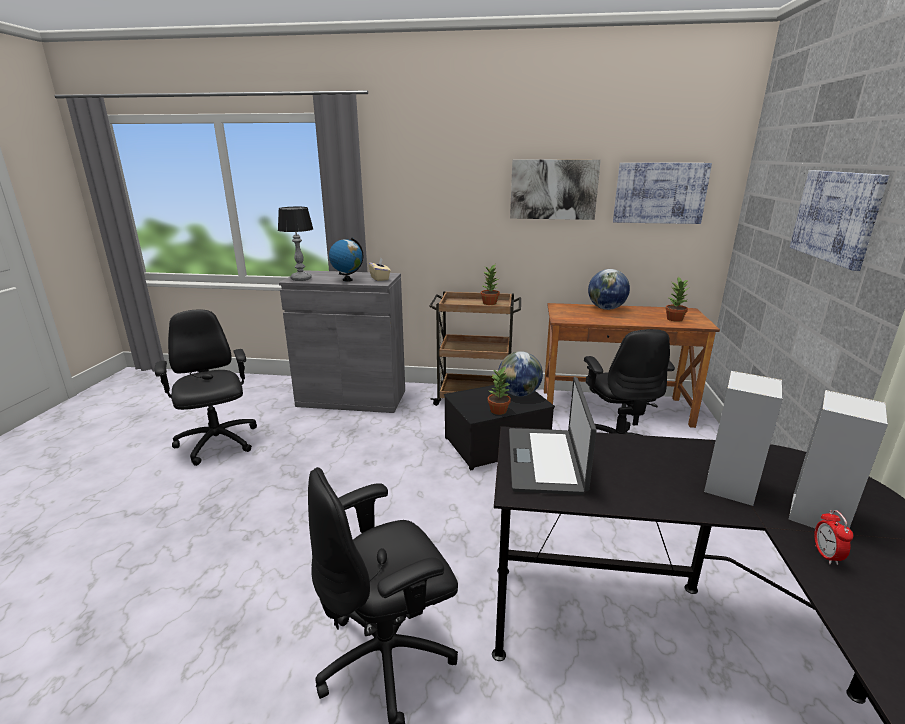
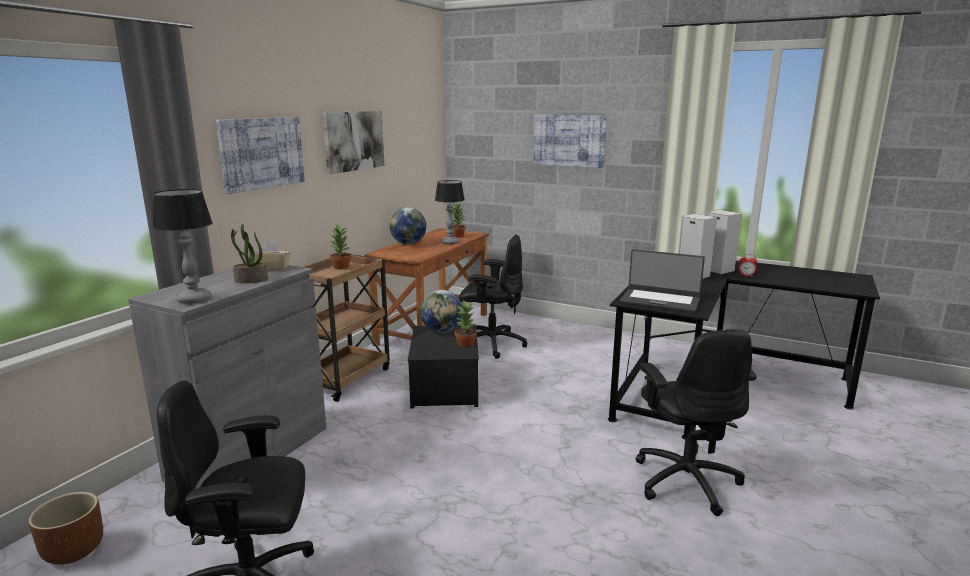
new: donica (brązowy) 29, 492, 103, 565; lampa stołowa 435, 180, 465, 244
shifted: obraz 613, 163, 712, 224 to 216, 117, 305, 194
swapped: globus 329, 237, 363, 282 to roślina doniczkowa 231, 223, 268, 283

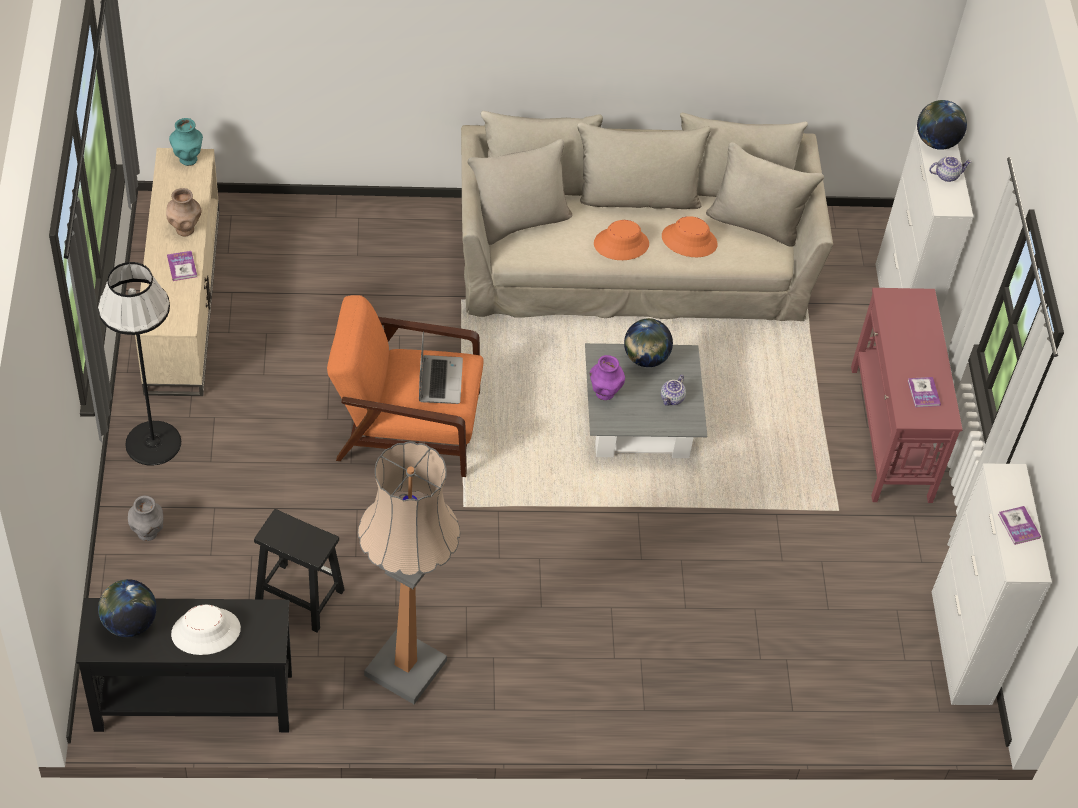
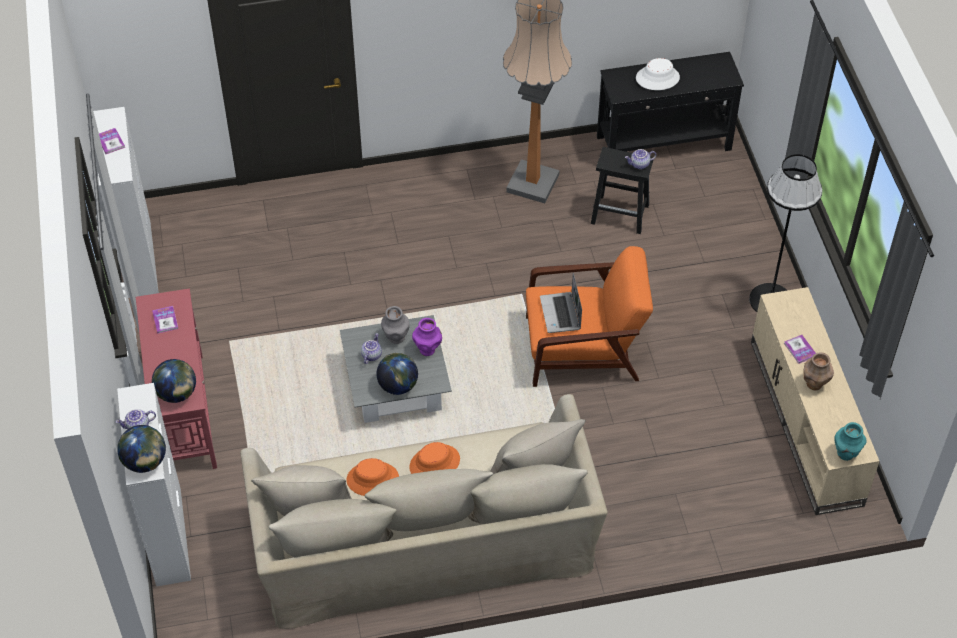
new: imbryk 625, 149, 656, 169
shifted: globus 98, 579, 157, 637 to 152, 359, 196, 403; wazon (szary) 128, 495, 163, 541 to 381, 306, 410, 344

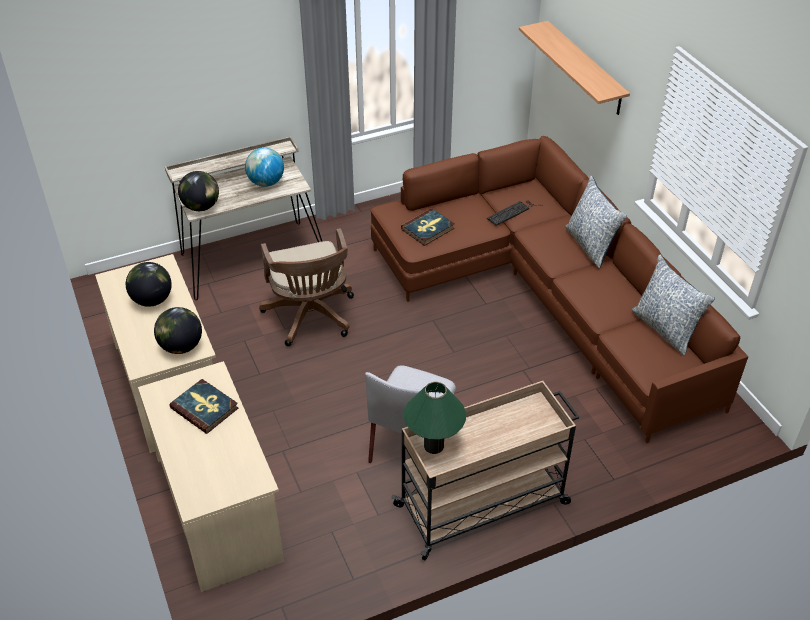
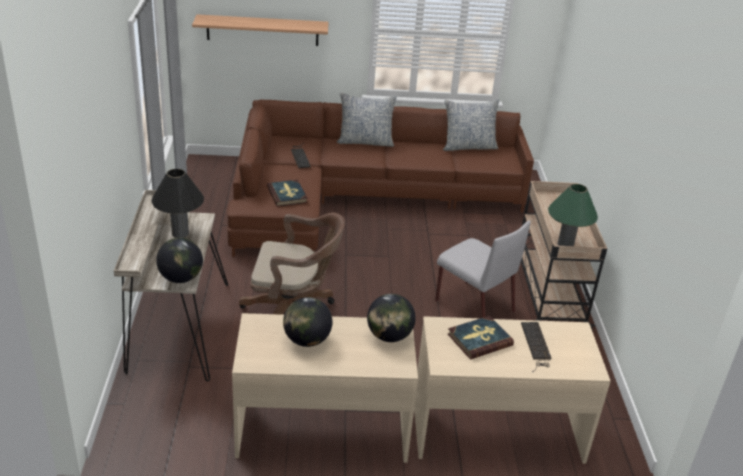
new: klawiatura 521, 322, 552, 372
swapped: globus 245, 148, 284, 187 to lampa stołowa (czarny) 151, 169, 204, 238

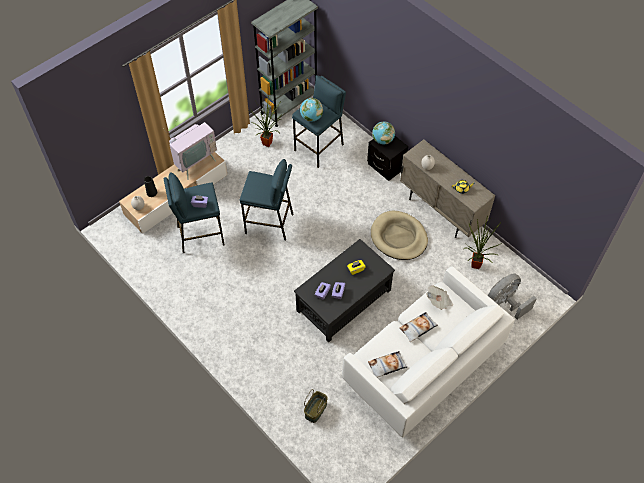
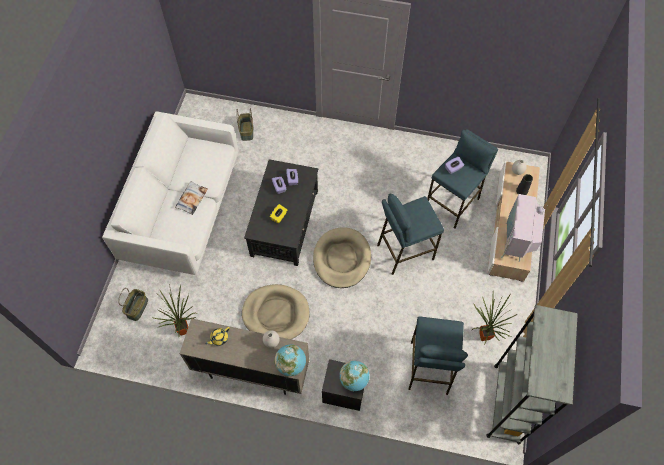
gone: poduszka 368, 351, 407, 378; gazeta 426, 286, 453, 310
new: legowisko (beżowy) 313, 227, 371, 288
shifted: globus 300, 98, 323, 122 to 275, 344, 306, 376
swapped: wentylator (szary) 488, 273, 537, 320 to koszyk 118, 288, 148, 321

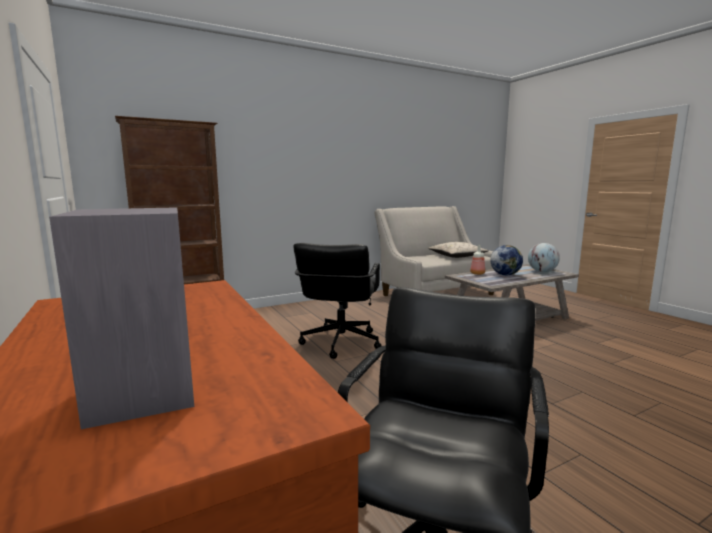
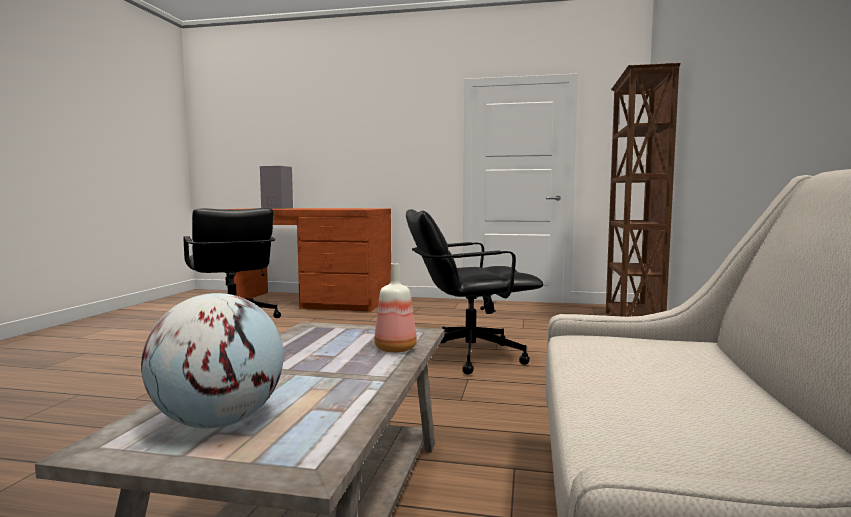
gone: poduszka (beżowy) 428, 242, 488, 258; globus 490, 245, 523, 275
rotated: krzesło biurowe (czarny) 293, 243, 382, 359 = 406, 209, 543, 375 60 degrees counterclockwise

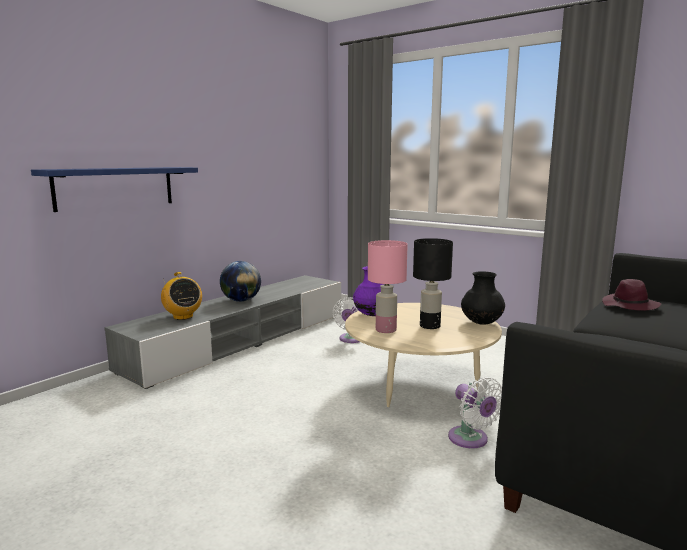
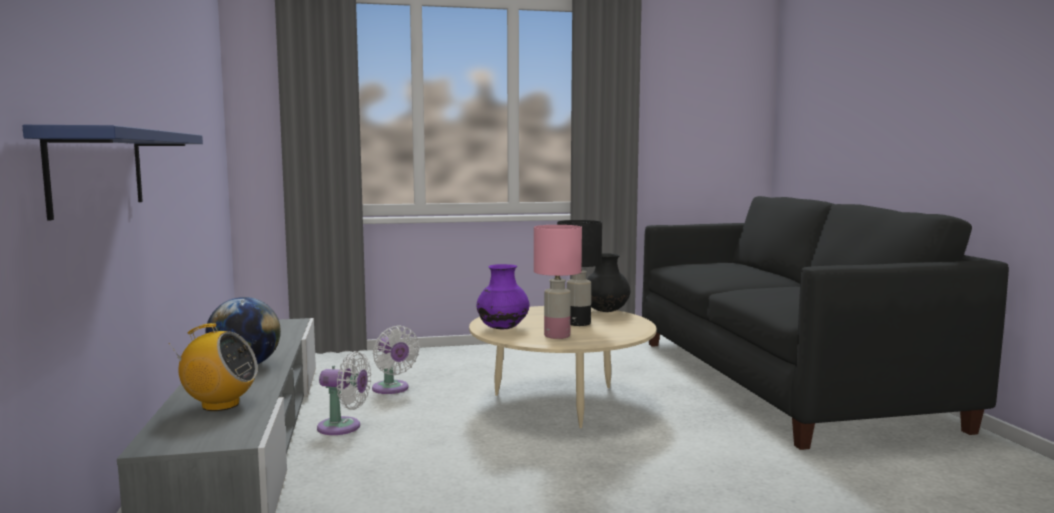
gone: kapelusz (fioletowy) 602, 279, 661, 311
shifted: wentylator (biały) 448, 377, 502, 448 to 317, 351, 372, 435

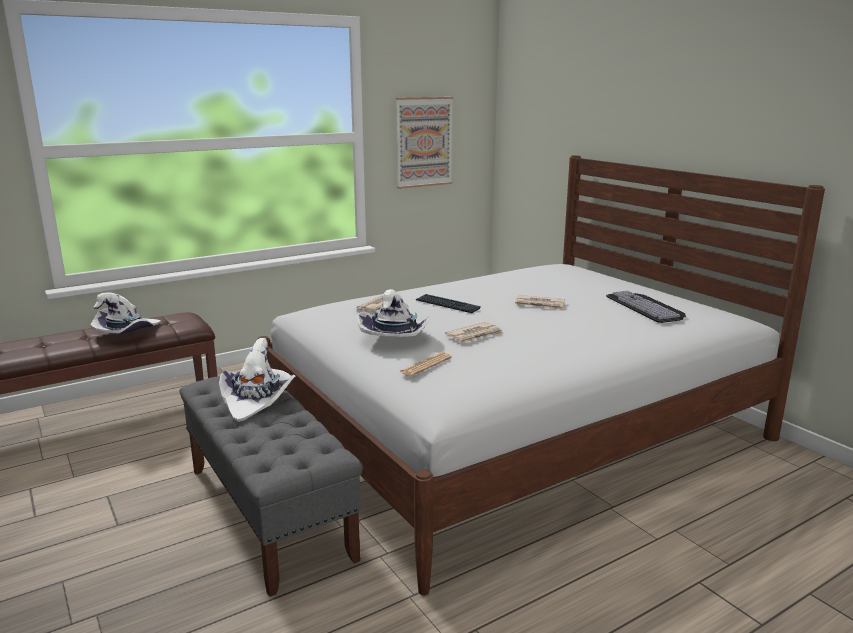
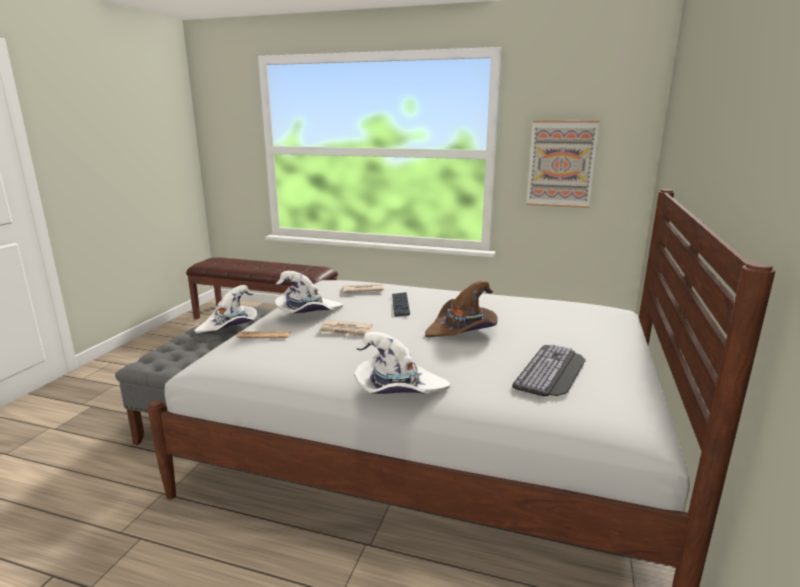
shifted: kapelusz (biały) 91, 292, 161, 333 to 355, 332, 450, 394
swapped: gazeta 515, 295, 565, 310 to kapelusz (brązowy) 425, 281, 497, 338

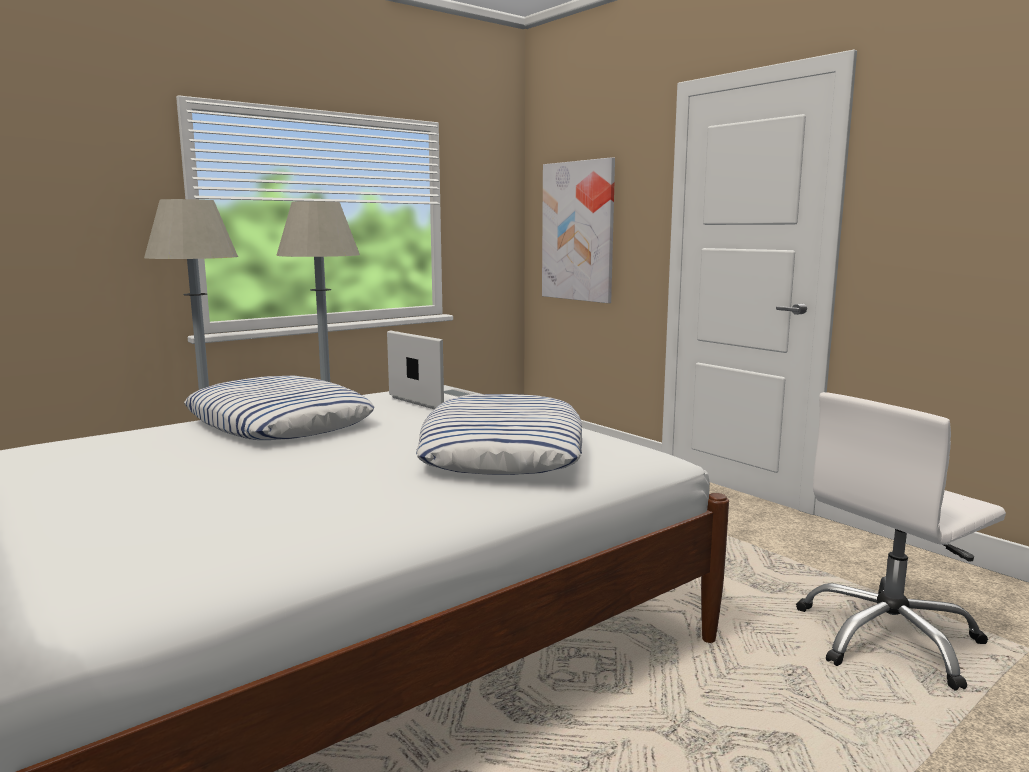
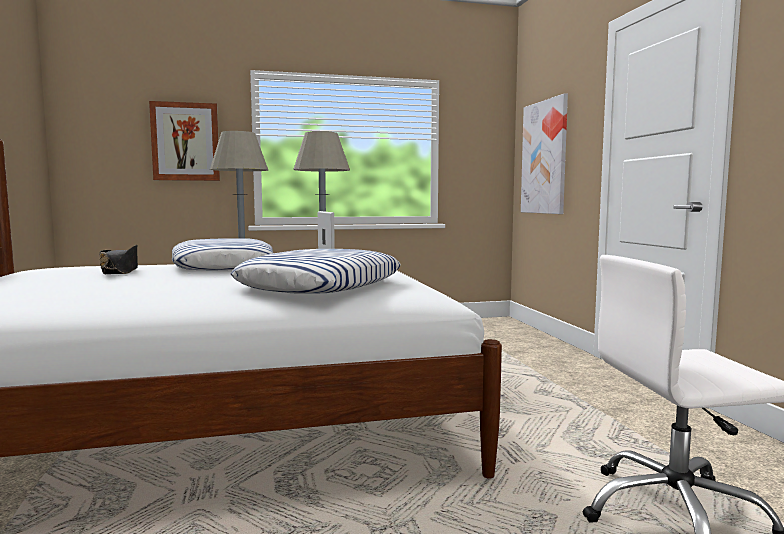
new: kapelusz (czarny) 100, 245, 138, 274; obraz 149, 101, 220, 181

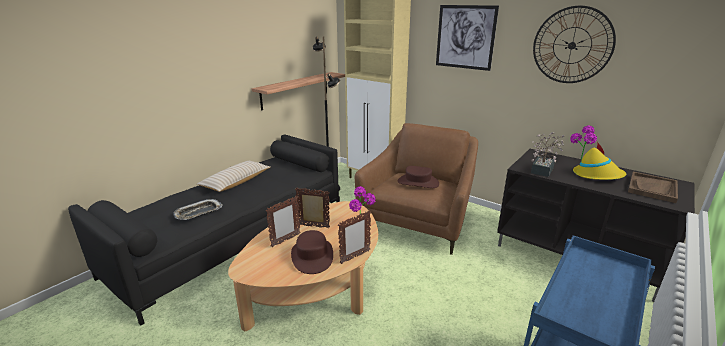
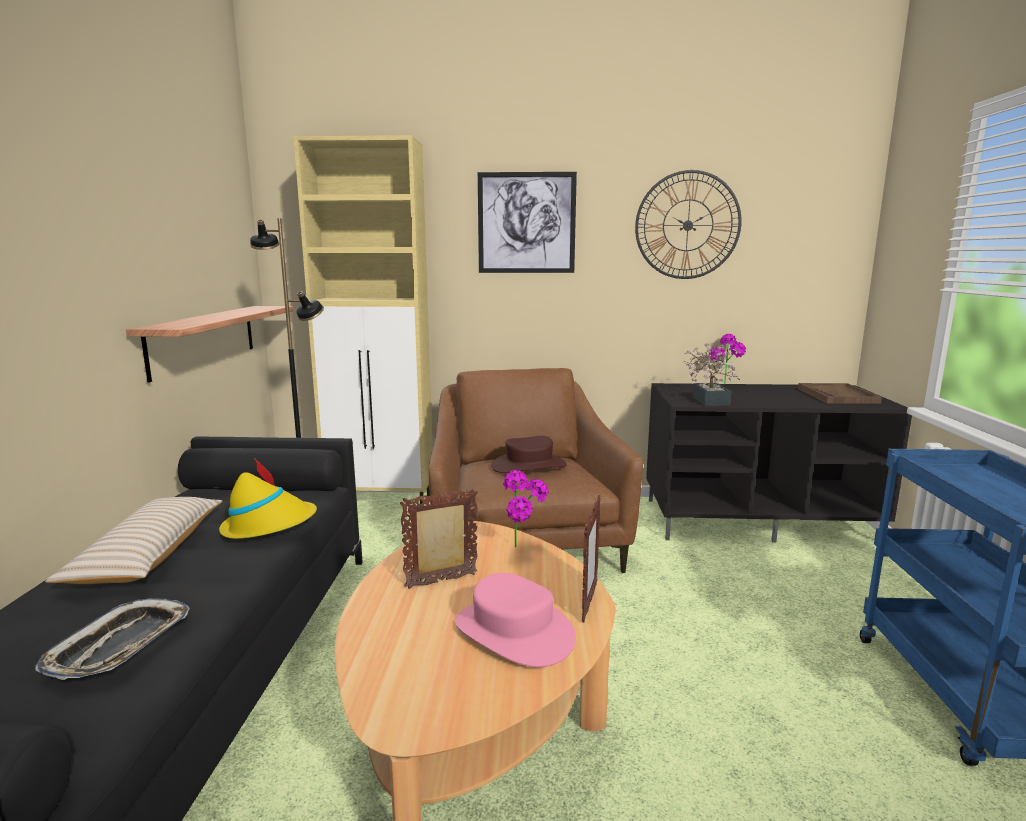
gone: ramka na zdjęcie 266, 196, 301, 247
shifted: kapelusz (żółty) 573, 142, 626, 180 to 219, 458, 317, 539
repainted: kapelusz (brązowy) 291, 230, 333, 274 to kapelusz (różowy) 455, 573, 576, 667

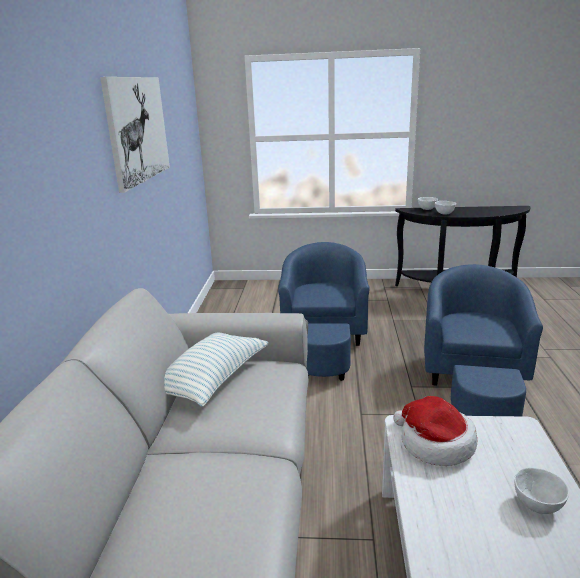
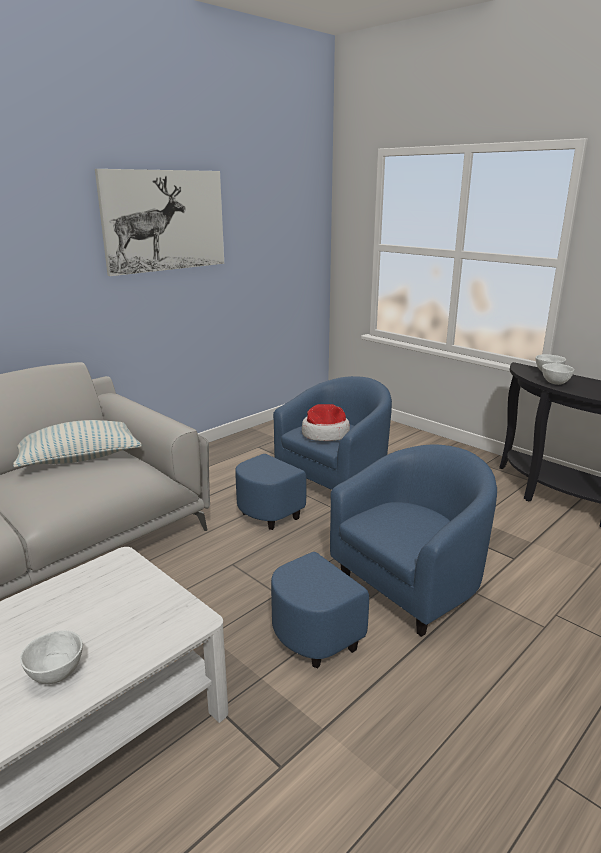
shifted: kapelusz 393, 396, 477, 466 to 302, 404, 350, 441

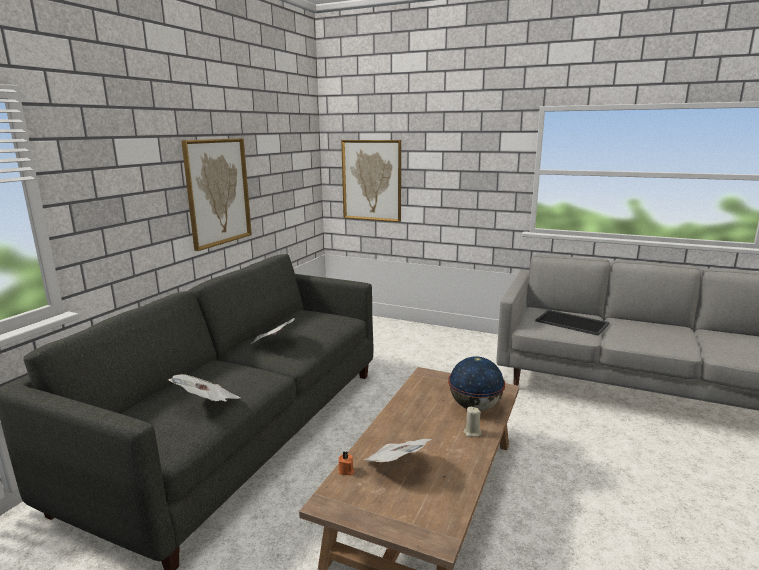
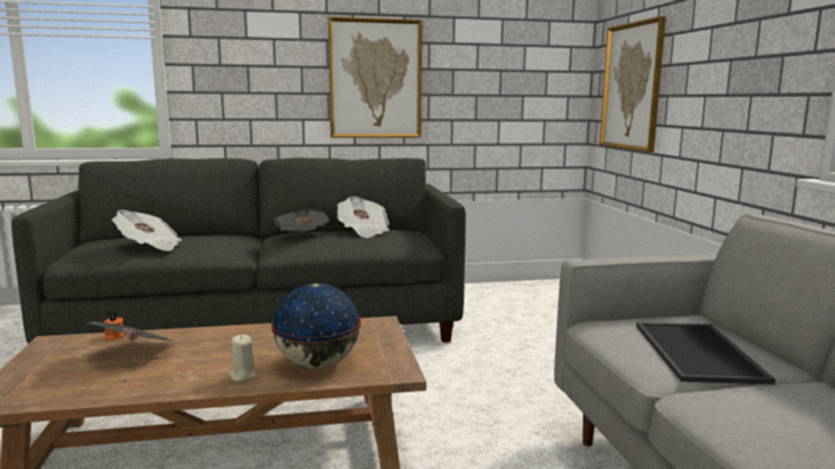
new: gazeta 337, 197, 389, 238

